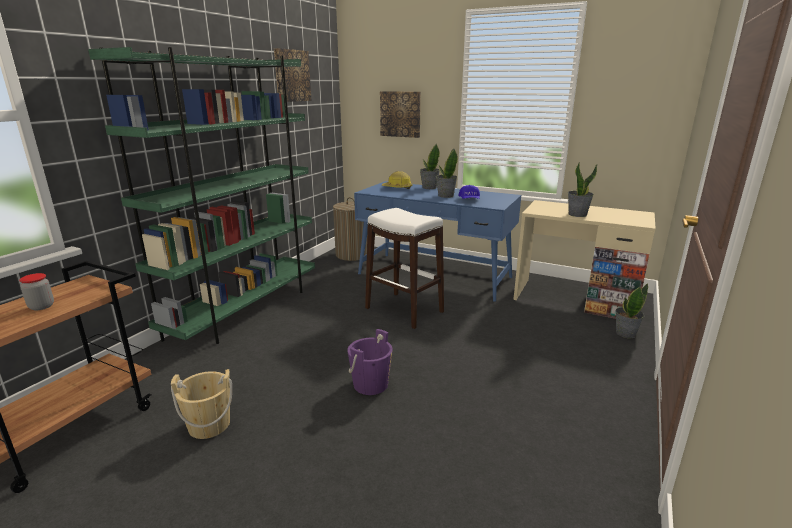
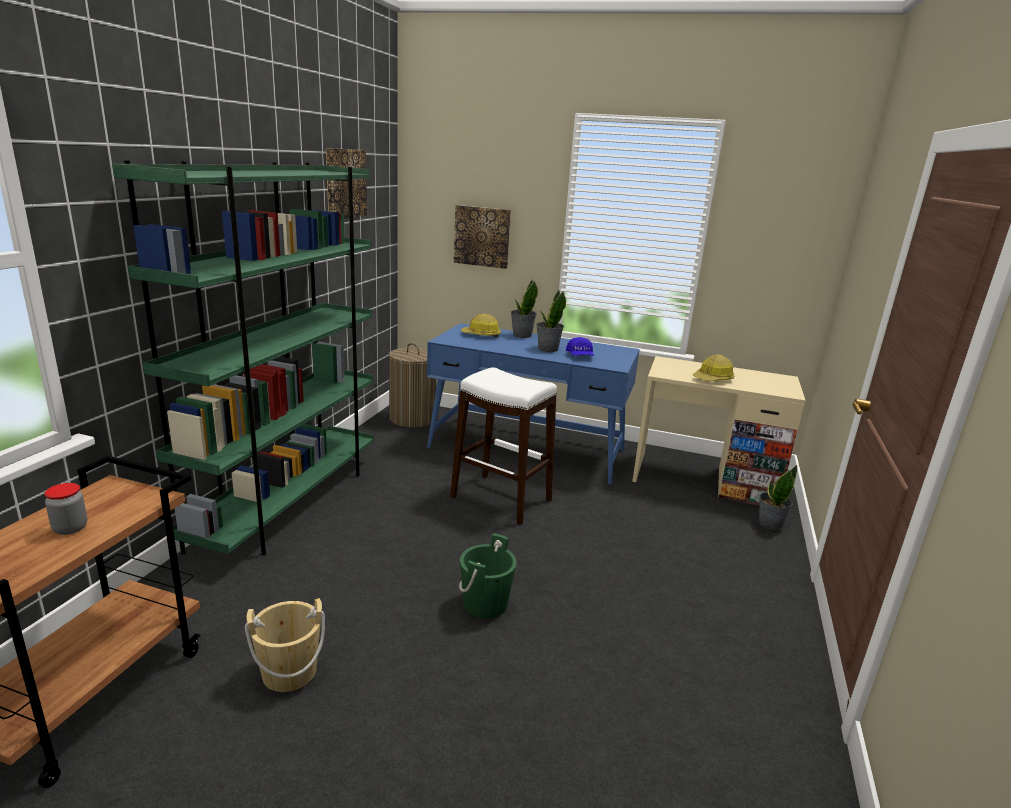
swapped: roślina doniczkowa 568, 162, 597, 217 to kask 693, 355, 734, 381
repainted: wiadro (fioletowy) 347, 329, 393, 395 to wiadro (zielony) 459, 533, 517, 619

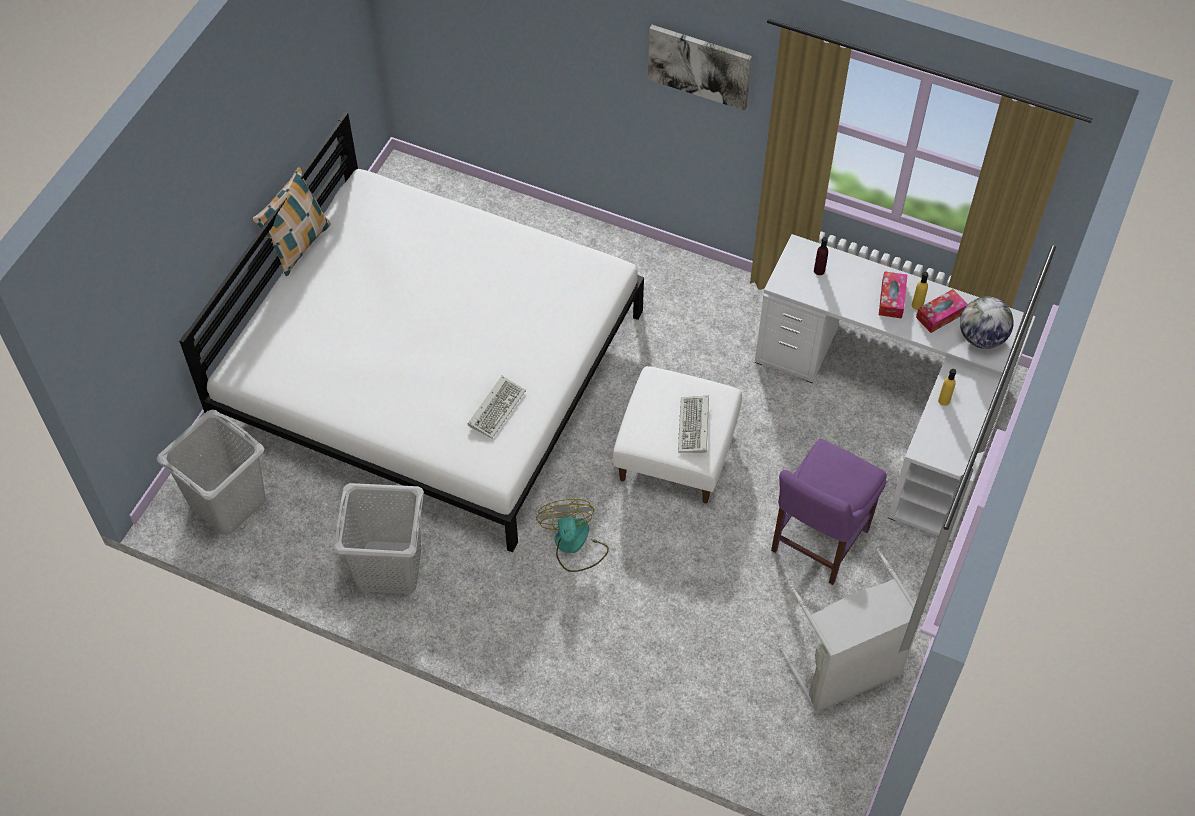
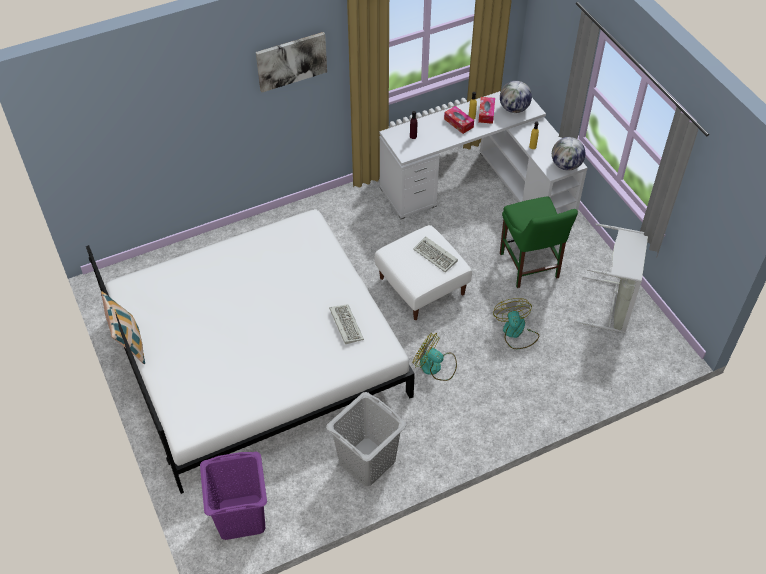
new: wentylator 493, 298, 539, 349; globus 552, 137, 586, 171
repainted: kosz na pranie (szary) 157, 410, 266, 535 to kosz na pranie (fioletowy) 200, 452, 267, 540; krzesło (fioletowy) 771, 439, 887, 585 to krzesło (zielony) 500, 196, 578, 288

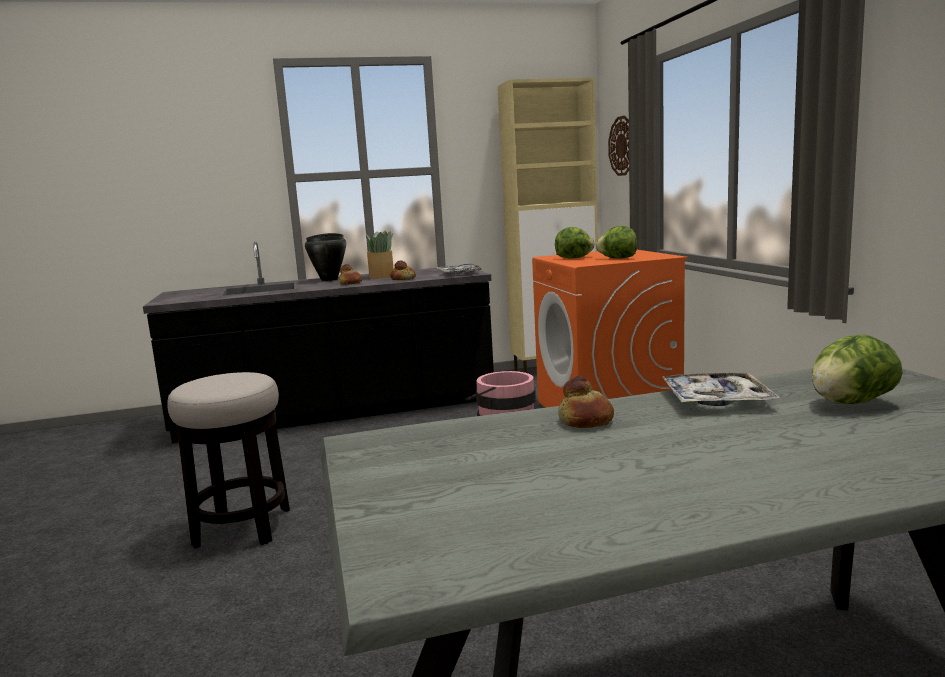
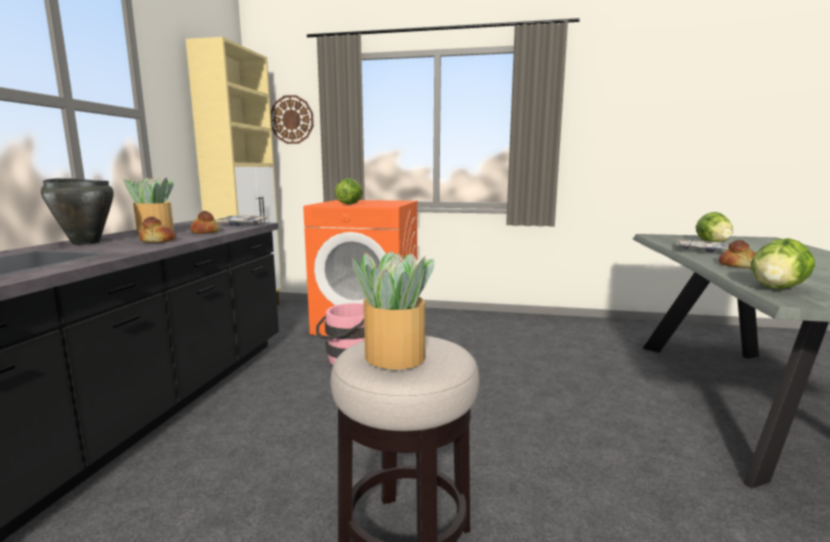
new: roślina doniczkowa 352, 251, 434, 370
shifted: sałata 596, 226, 637, 259 to 751, 238, 815, 289

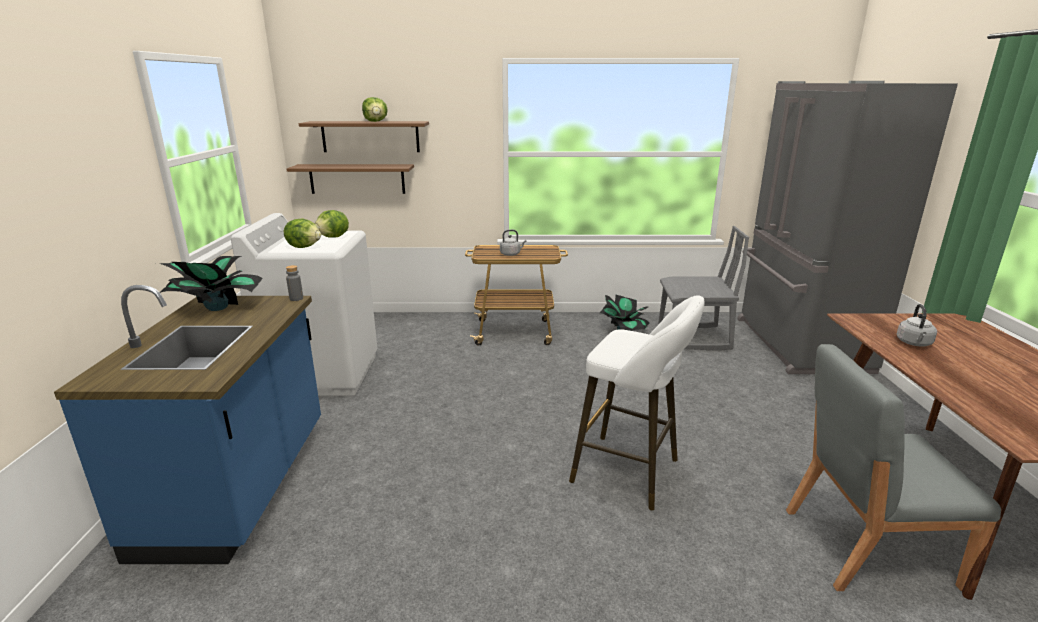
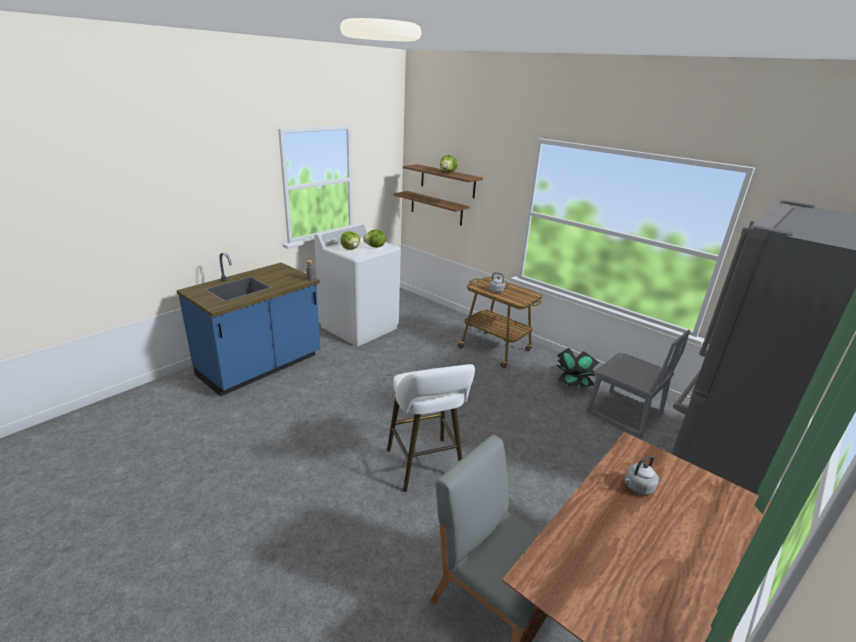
gone: roślina doniczkowa 160, 256, 263, 311

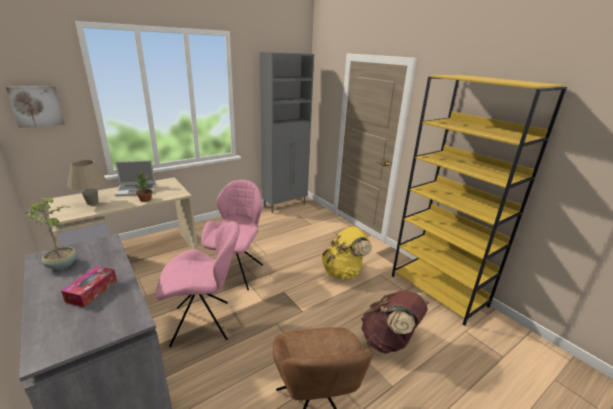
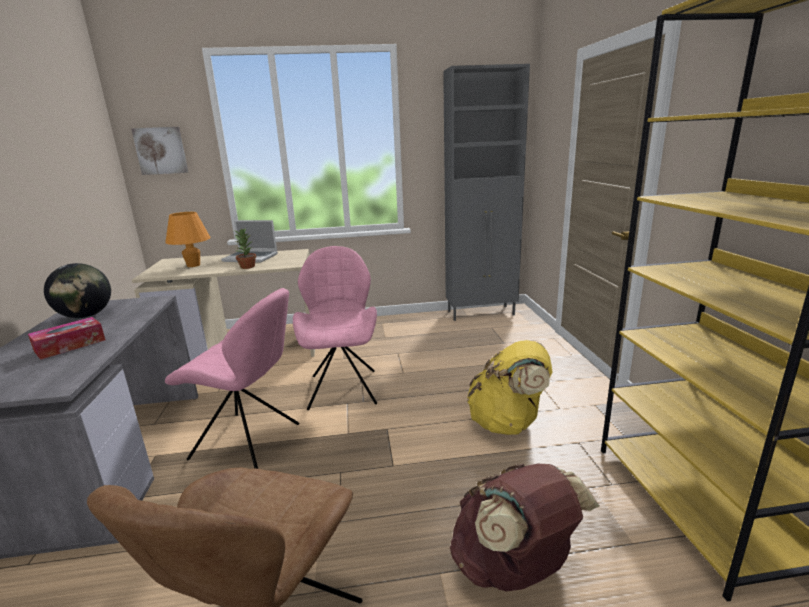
swapped: roślina doniczkowa 25, 198, 77, 270 to globus 44, 263, 111, 318
repainted: lampa stołowa (beżowy) 68, 160, 107, 205 to lampa stołowa (pomarańczowy) 165, 212, 211, 267
rotated: krzesło (różowy) 201, 180, 263, 290 = 293, 246, 377, 410 45 degrees counterclockwise

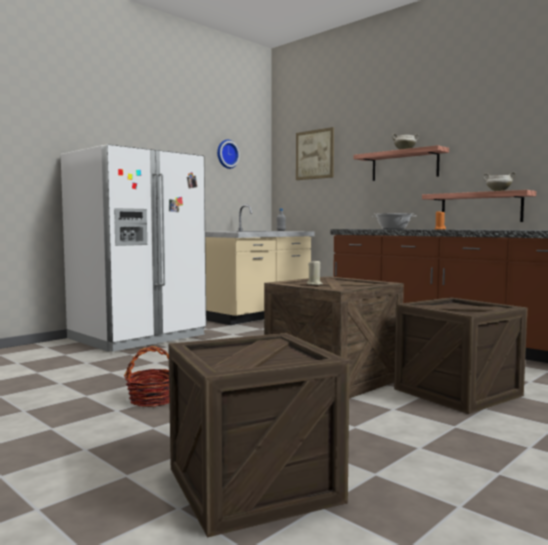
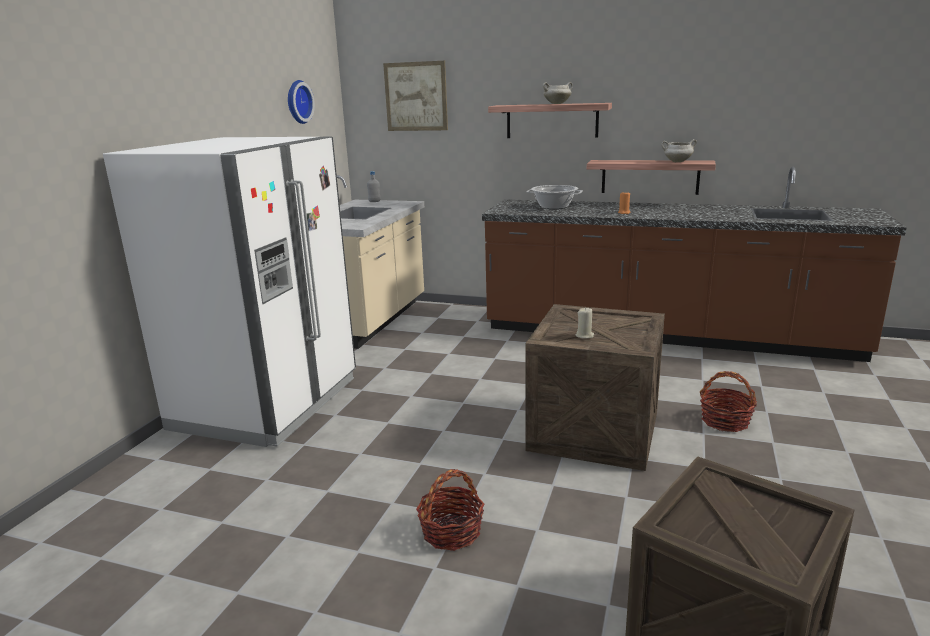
swapped: skrzynka 394, 297, 527, 414 to koszyk 700, 371, 757, 432

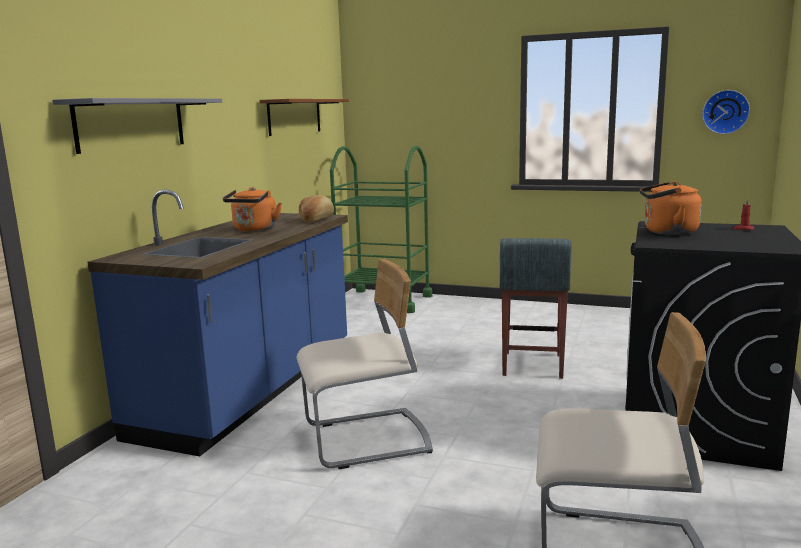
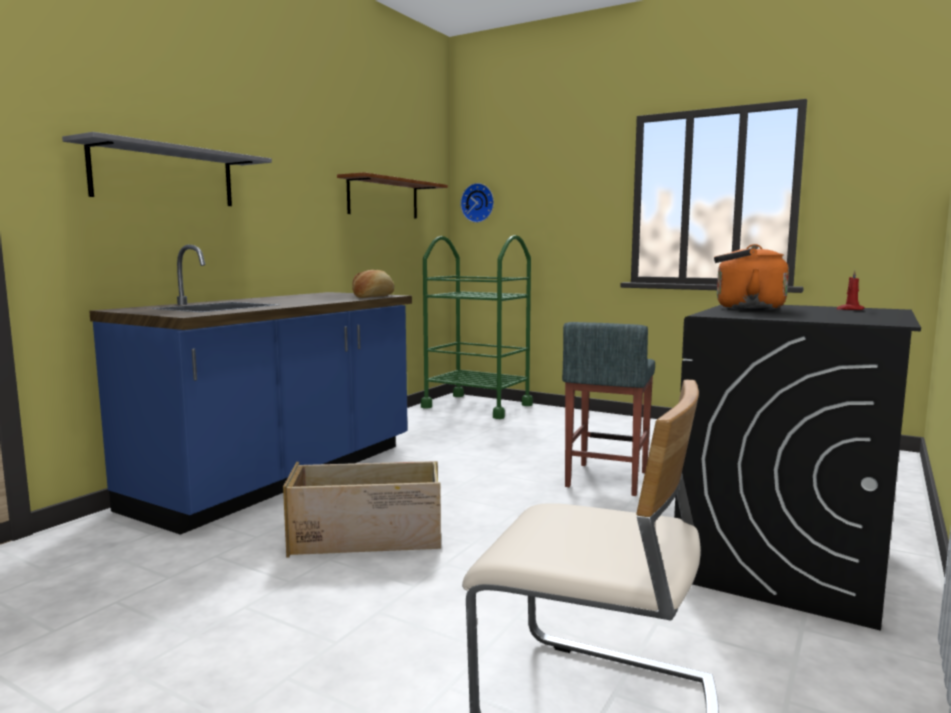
gone: czajnik (pomarańczowy) 223, 187, 282, 232
shifted: zegar ścienny 702, 90, 750, 134 to 460, 183, 494, 223
swapped: krzesło (beżowy) 297, 259, 433, 469 to skrzynka 283, 461, 441, 558

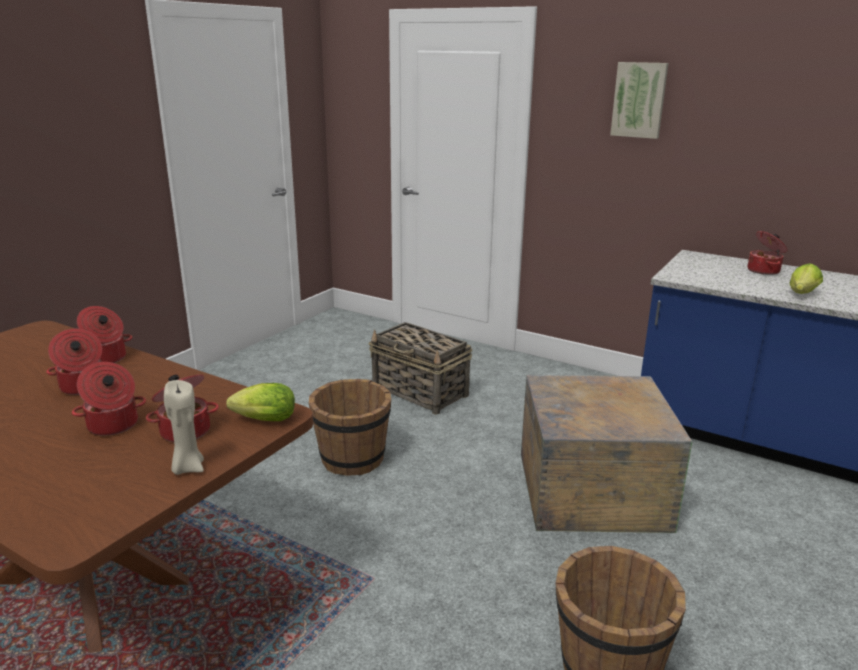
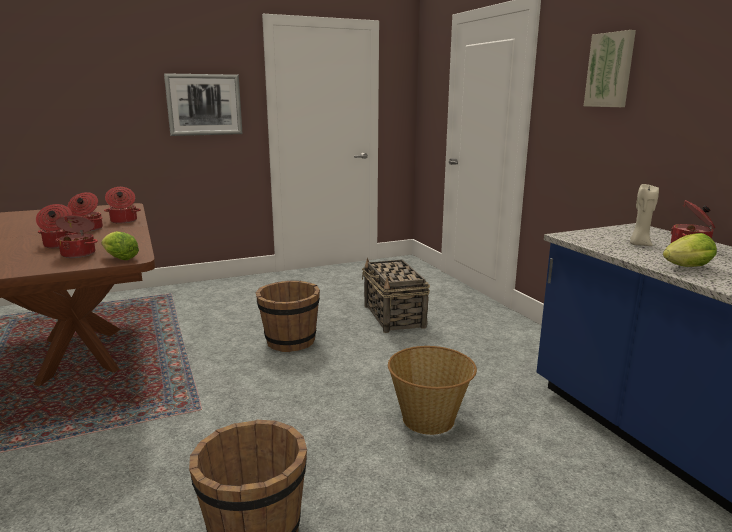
new: obraz 164, 73, 242, 136
shifted: świeca (beżowy) 164, 380, 204, 475 to 630, 184, 659, 246
swapped: skrzynka 521, 375, 692, 533 to koszyk 388, 346, 477, 435

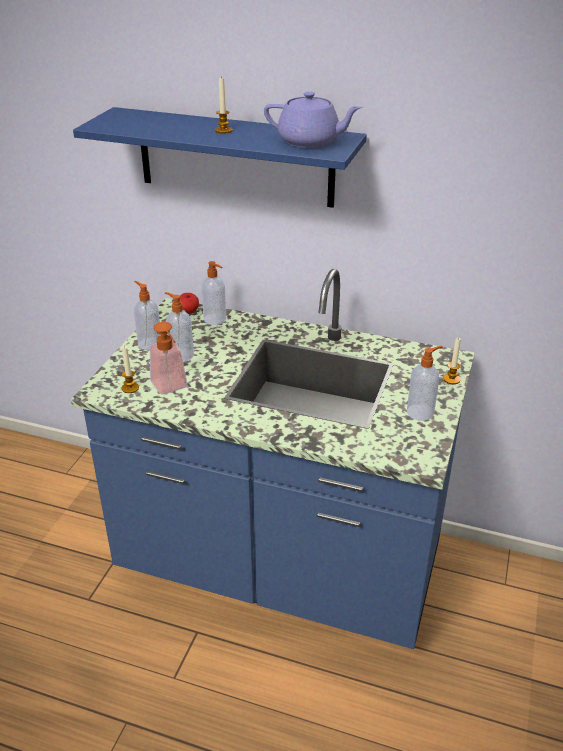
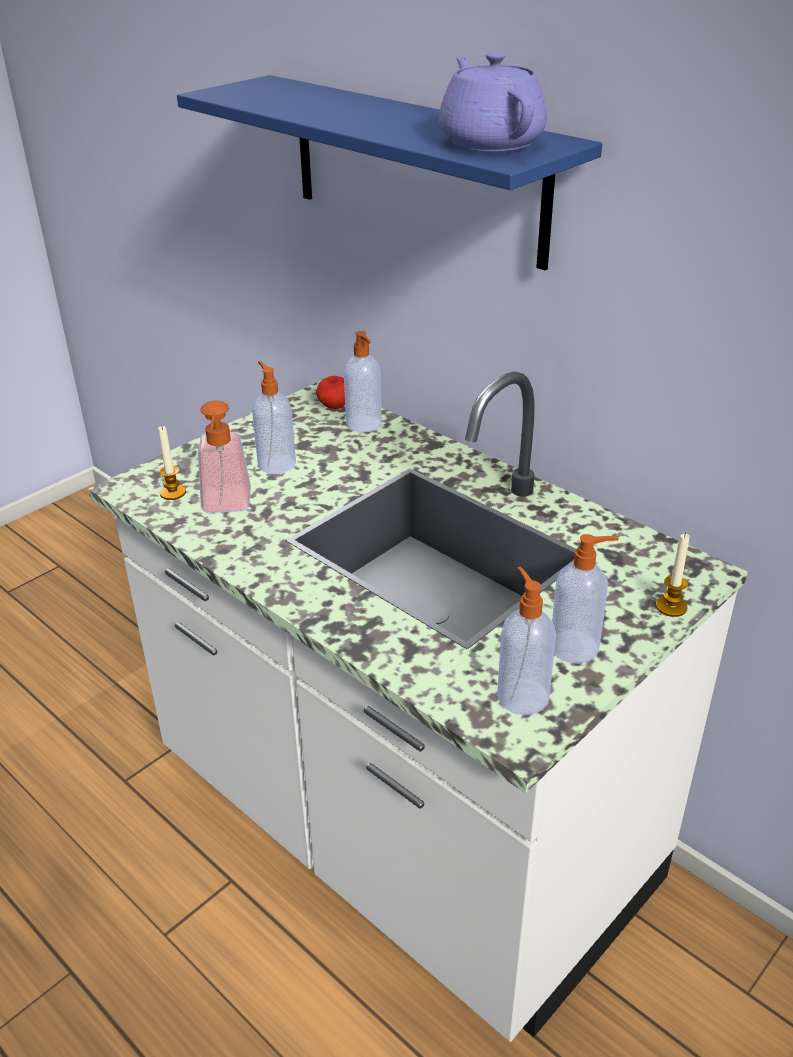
gone: świeca 215, 76, 232, 134
shifted: dozownik mydła 134, 281, 161, 350 to 497, 567, 556, 715
repainted: zabudowa kuchenna (niebieski) 71, 269, 475, 649 to zabudowa kuchenna (biały) 88, 371, 748, 1042
rotated: imbryk (fioletowy) 264, 91, 362, 148 = 439, 52, 547, 152 150 degrees counterclockwise

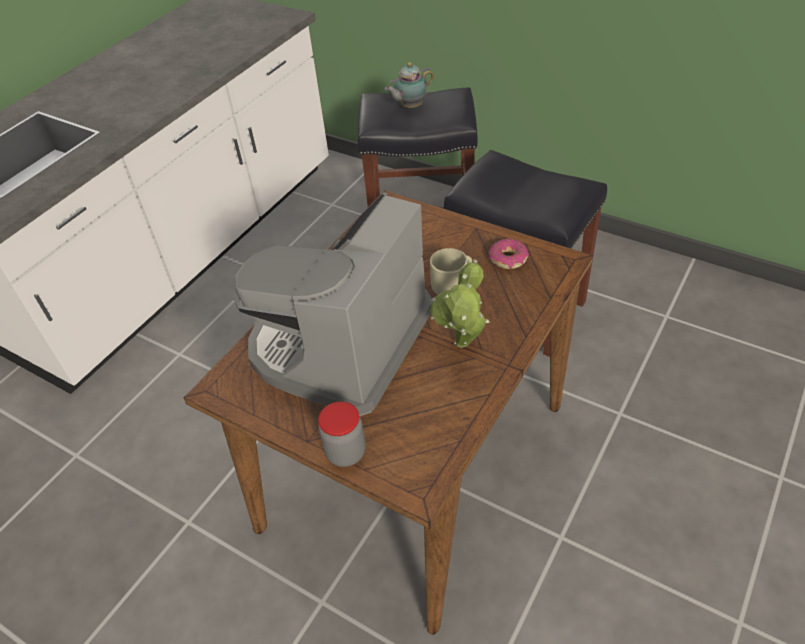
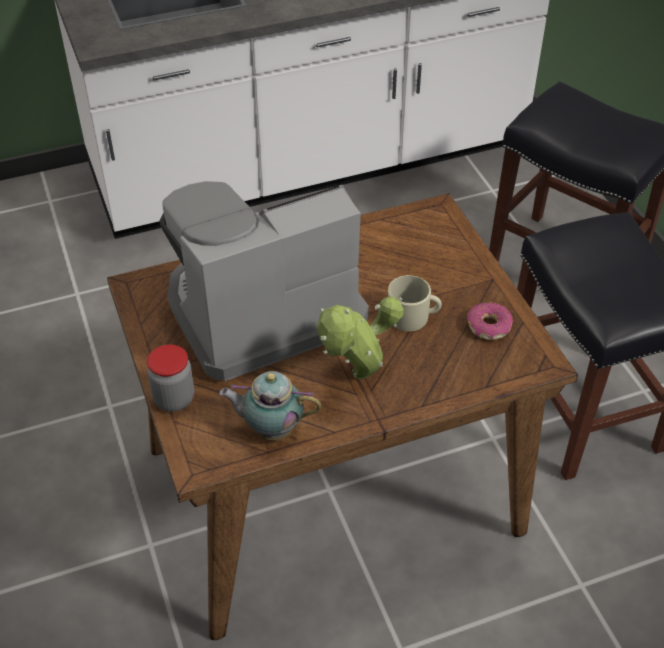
shifted: imbryk 385, 62, 434, 108 to 219, 371, 322, 440

